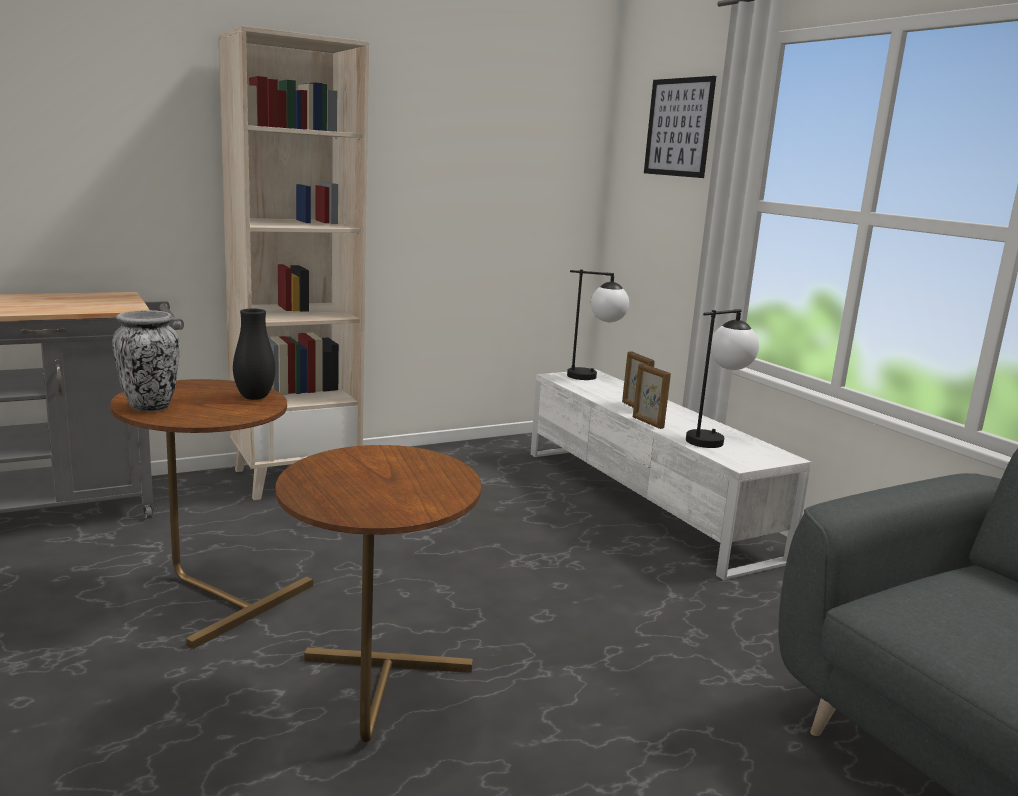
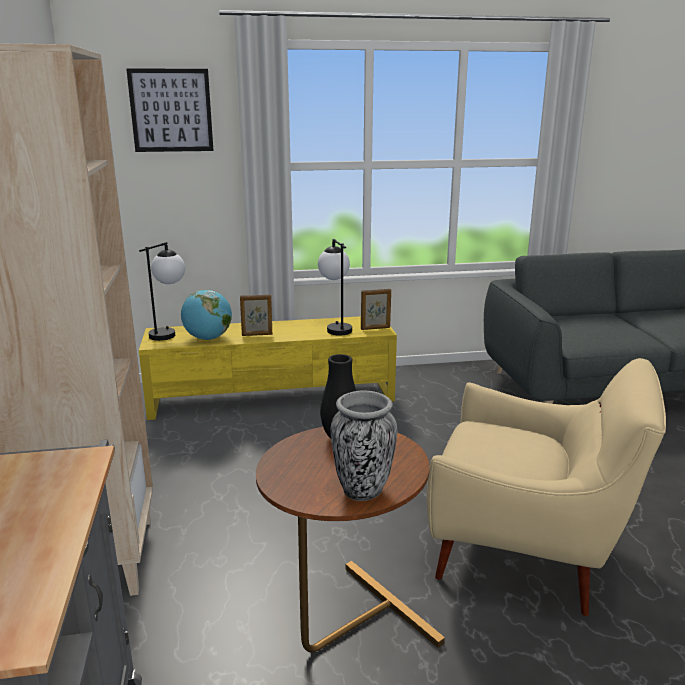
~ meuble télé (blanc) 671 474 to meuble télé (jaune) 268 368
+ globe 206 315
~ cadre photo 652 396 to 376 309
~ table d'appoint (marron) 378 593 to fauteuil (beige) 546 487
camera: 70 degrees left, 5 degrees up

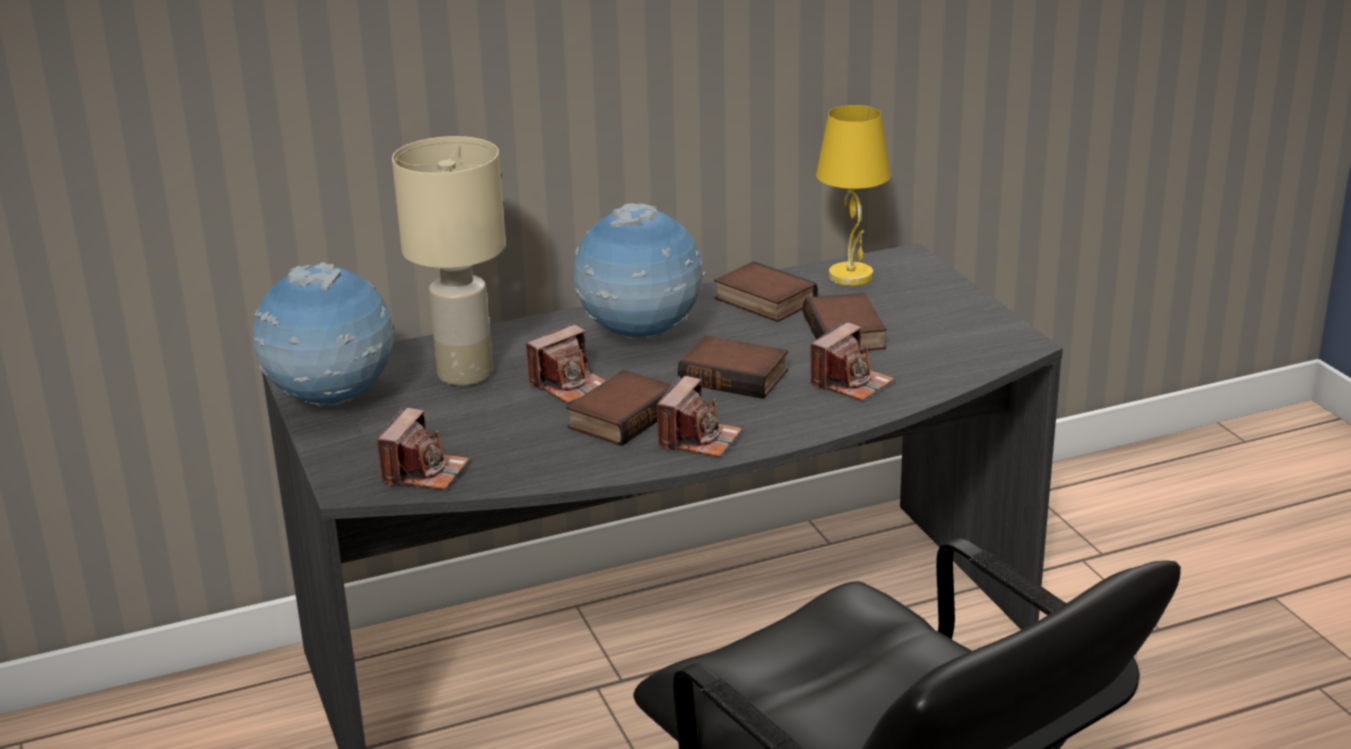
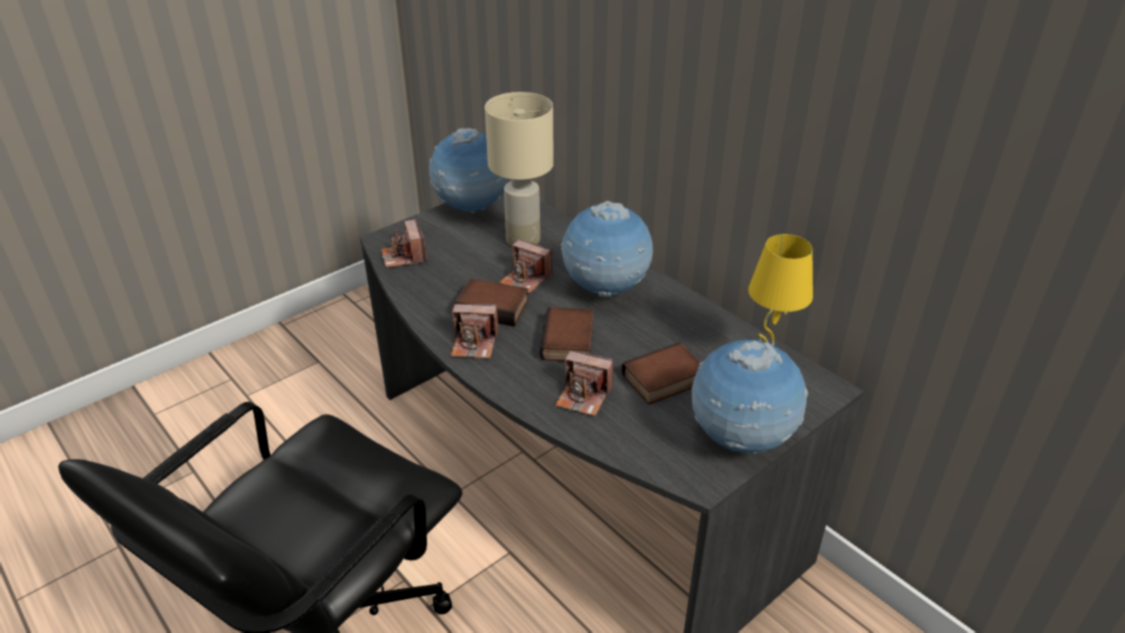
~ appareil photo 423 449 = 404 243 75 degrees clockwise
+ globe 750 397
- livre 766 291
camera: 70 degrees right, 10 degrees up

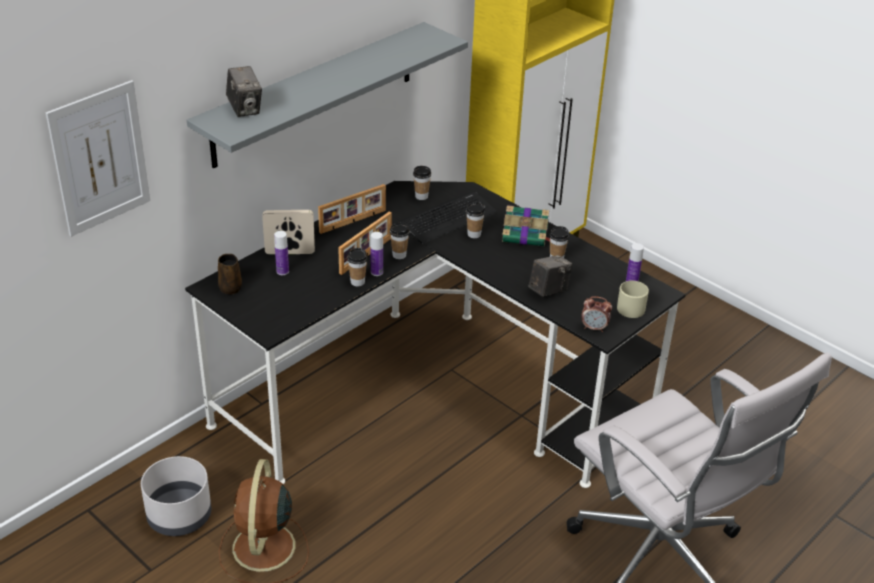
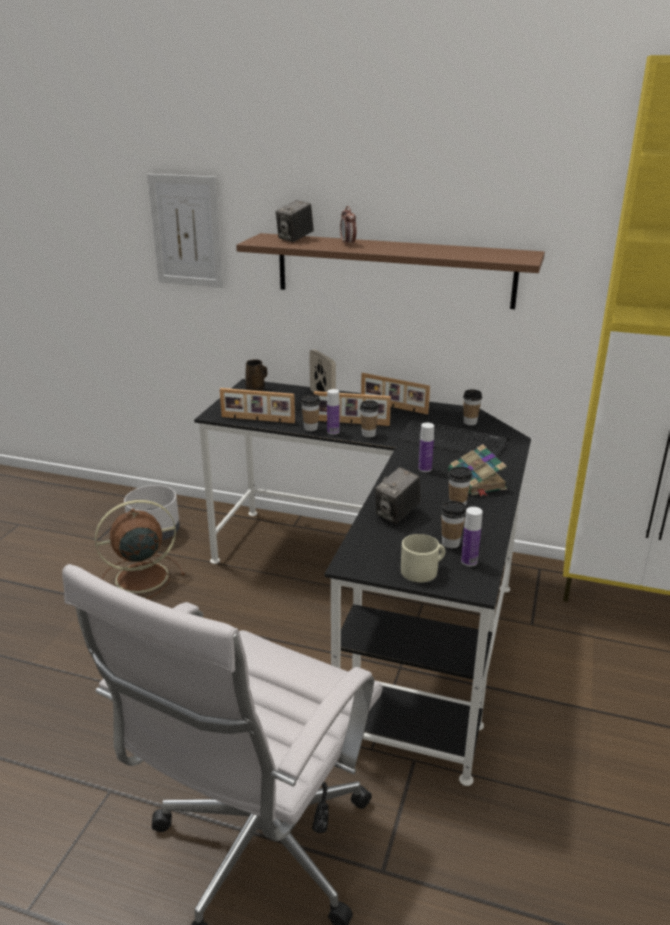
+ cadre photo 257 405
~ étagère (gris) 327 95 to étagère (marron) 390 271
~ réveil 596 314 to 348 226
~ appareil photo 550 276 = 397 495 105 degrees clockwise
~ bouteille 281 253 to 426 447
~ tasse 475 220 to 453 524
camera: 65 degrees right, 10 degrees down

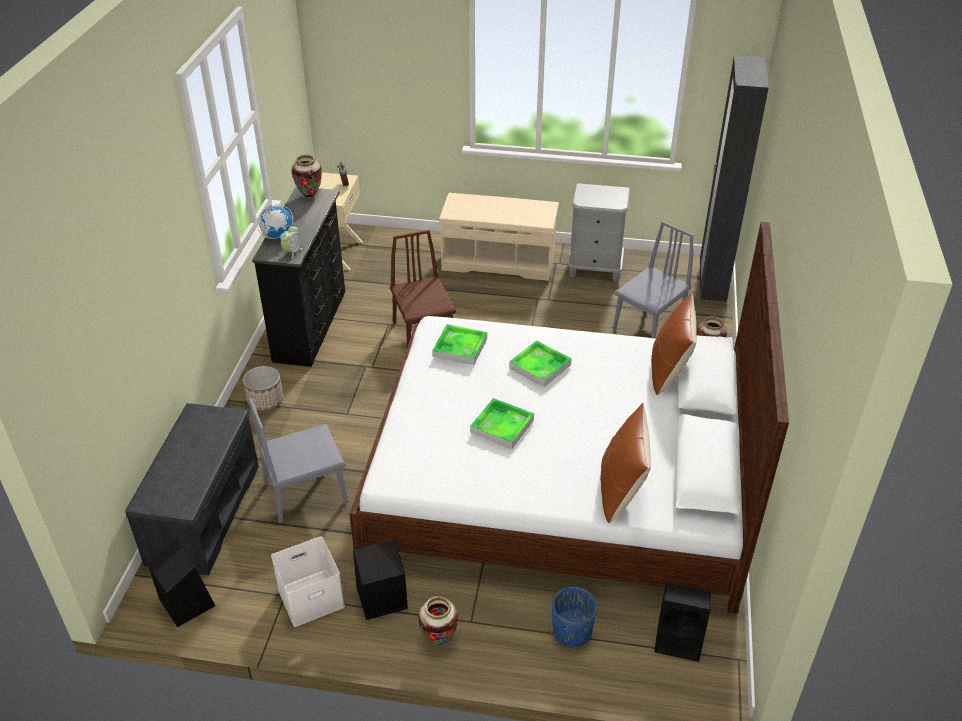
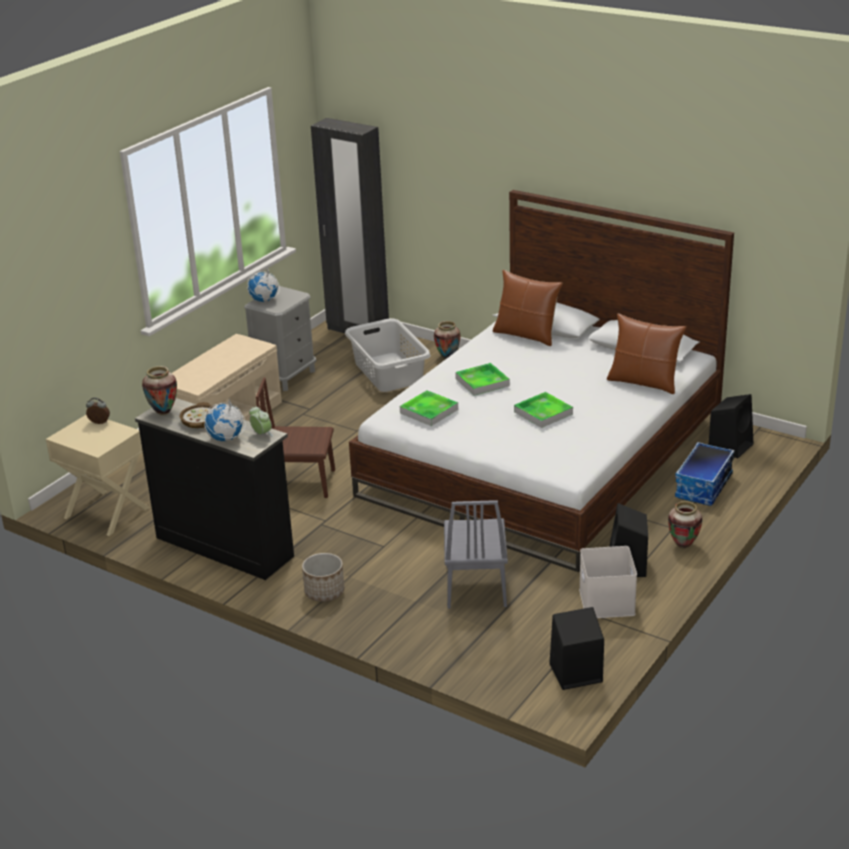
+ bol 197 415
+ globe 263 284
~ chaise (gris) 653 280 to panier à linge (gris) 388 355
~ cache-pot (bleu) 574 617 to boîte de rangement 705 474
- banc (gris) 192 489
camera: 65 degrees left, 10 degrees down

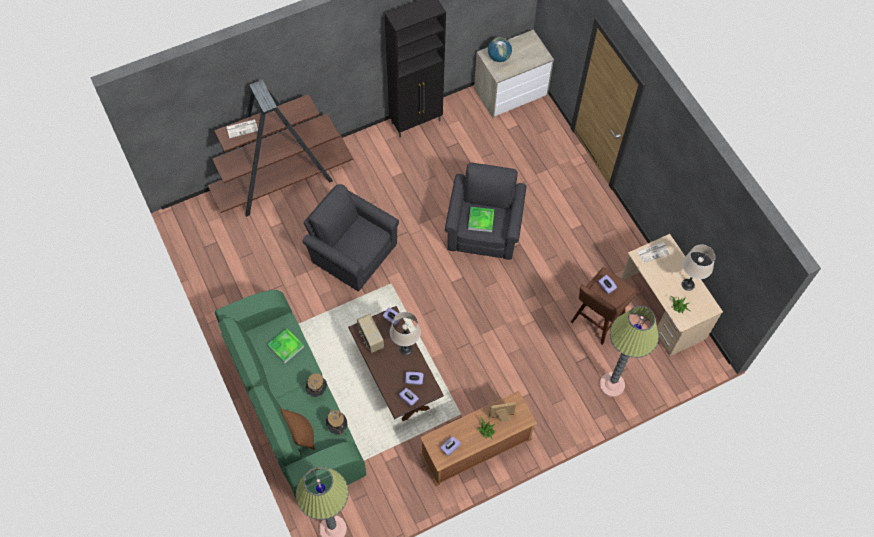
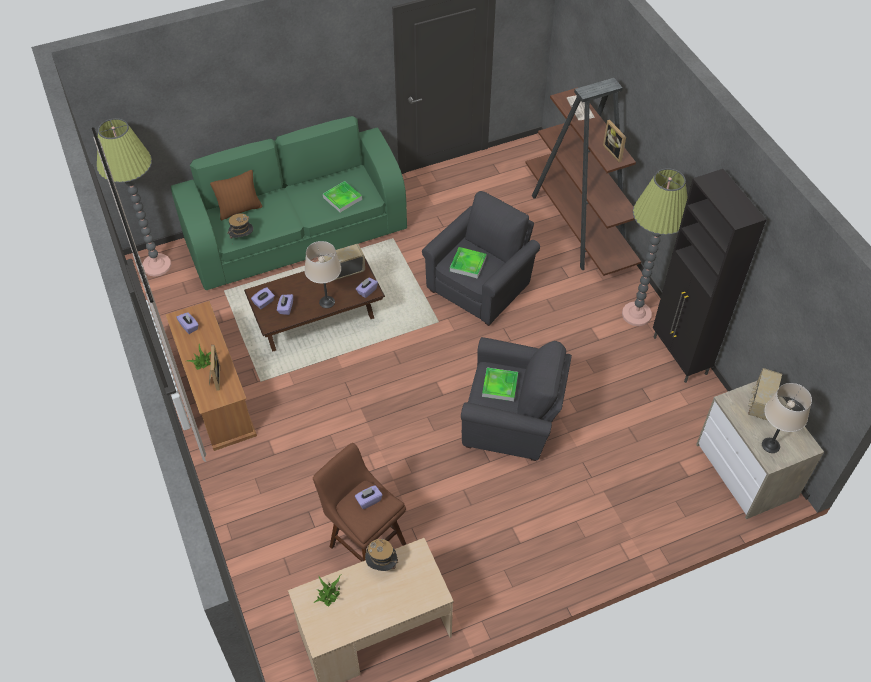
~ chapeau 316 385 to 381 554
+ plateau 468 263
+ cadre photo 614 141
~ lampadaire 629 351 to 655 247
~ globe 500 49 to radio 765 394
~ lampe de table (beige) 698 267 to 787 418
- journal 653 252
camera: 95 degrees right, 10 degrees down

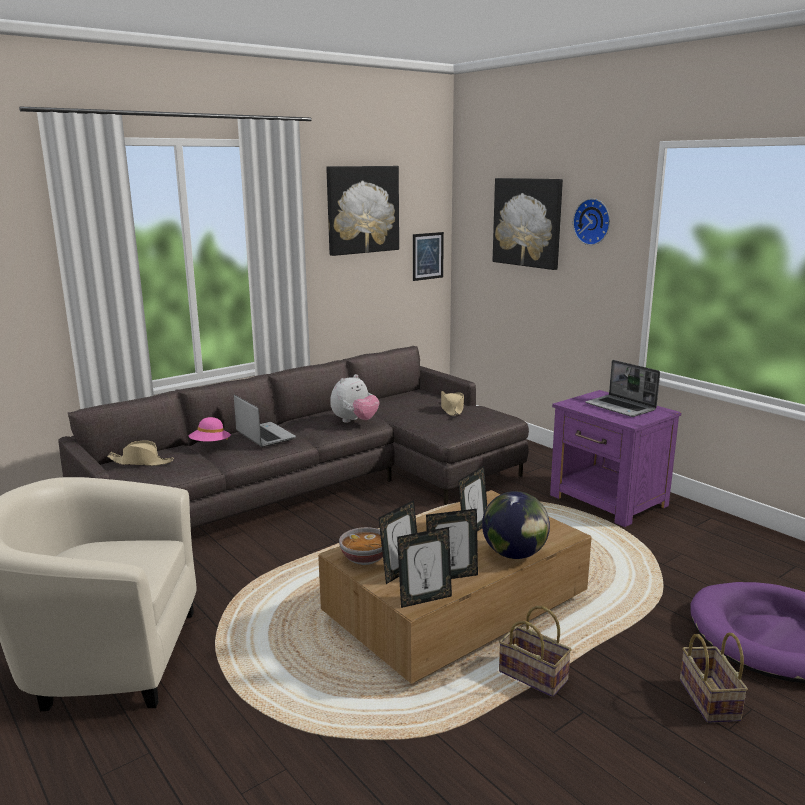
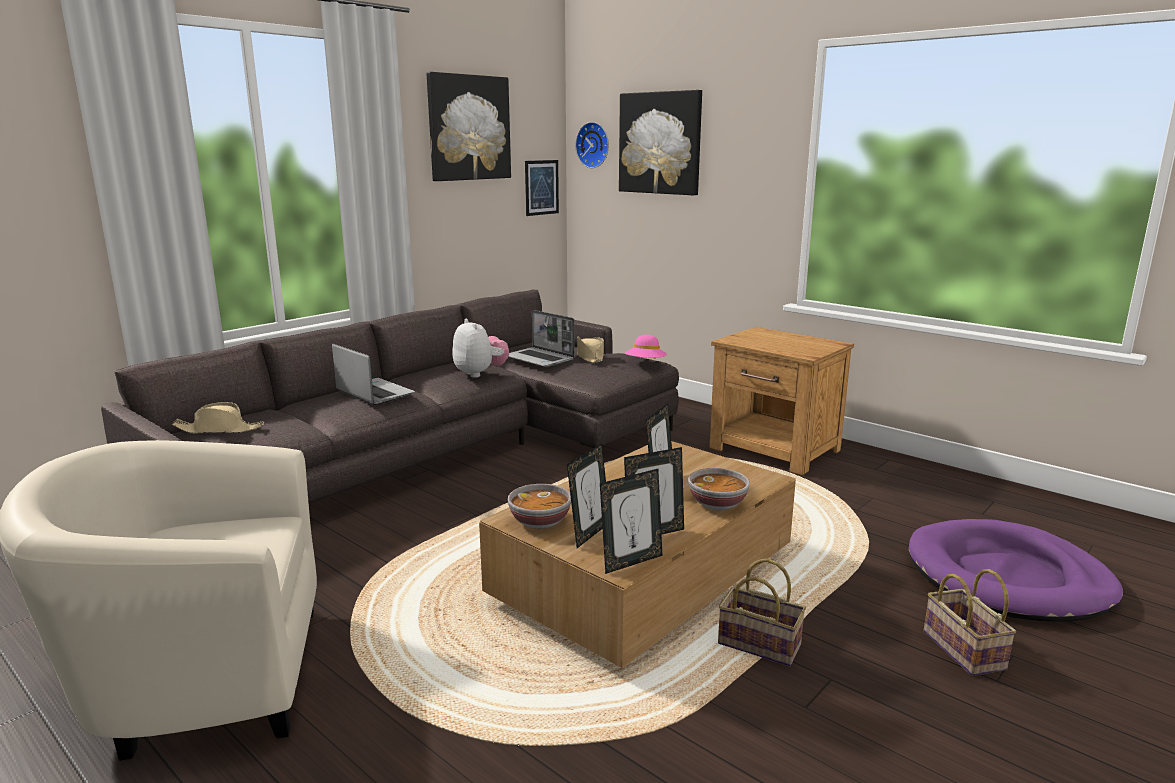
~ peluche 354 398 = 481 348 60 degrees counterclockwise
~ ordinateur portable 622 388 to 541 338
~ horloge murale 591 221 to 592 145
~ chapeau (rose) 210 429 to 646 347
~ globe 516 525 to bol 719 489
~ table de chevet (violet) 615 458 to table de chevet (marron) 781 401
camera: 10 degrees left, 0 degrees up

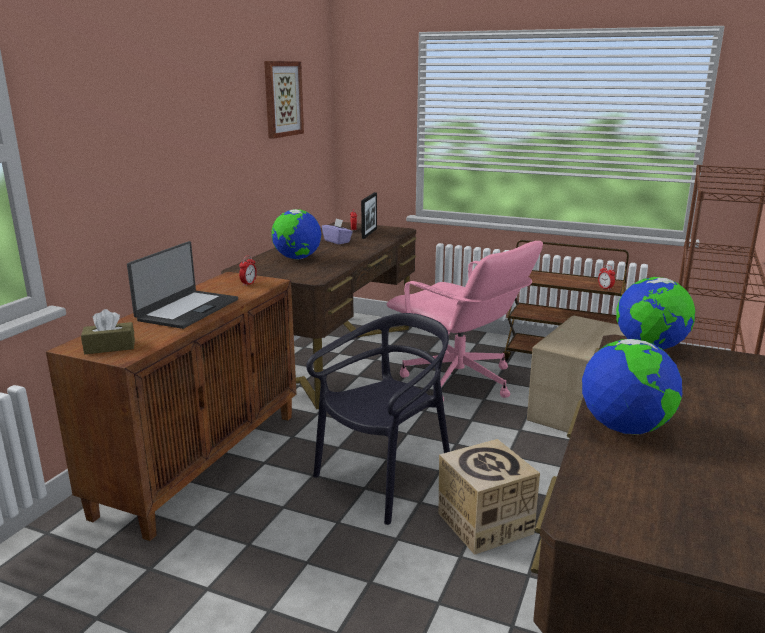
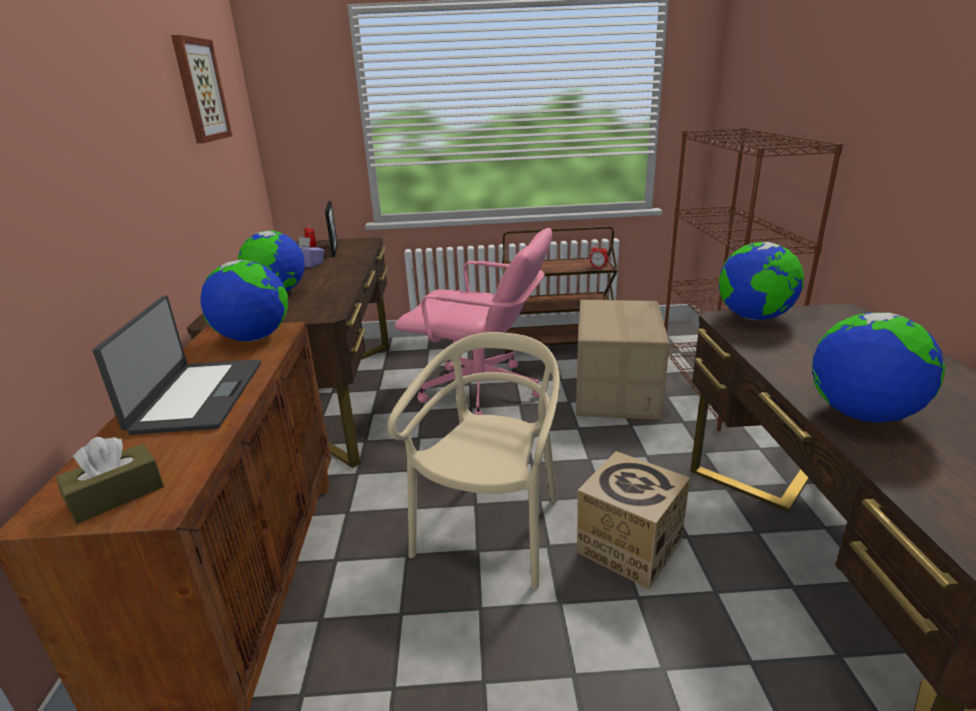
~ réveil 248 270 to globe 244 301
~ chaise (noir) 378 419 to chaise (beige) 474 460
camera: 25 degrees left, 5 degrees up

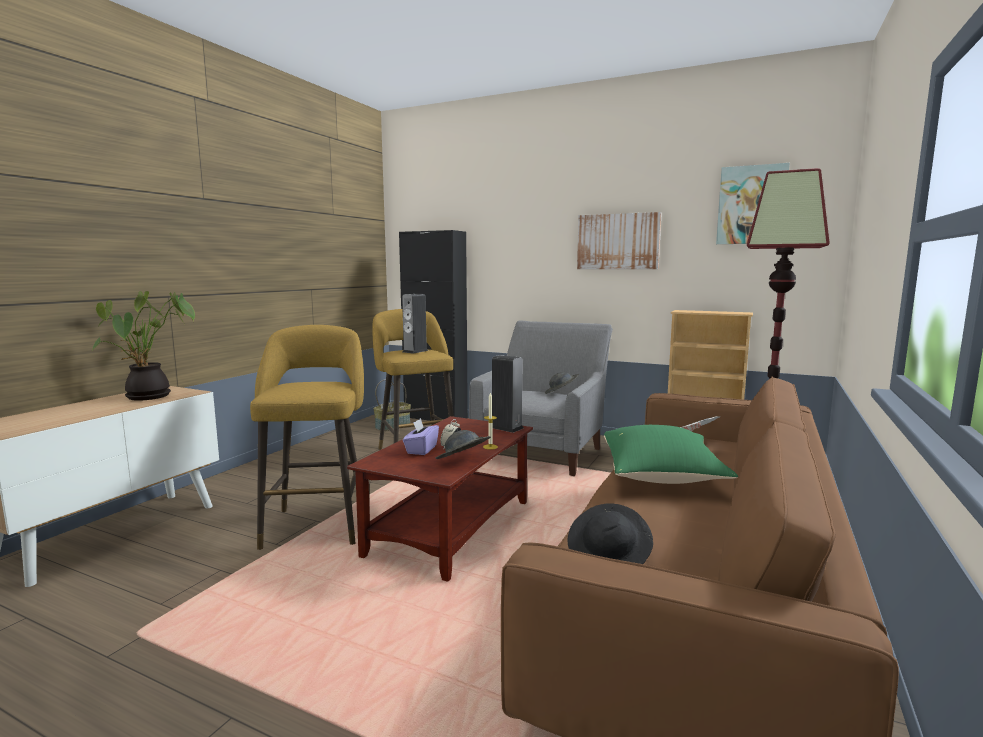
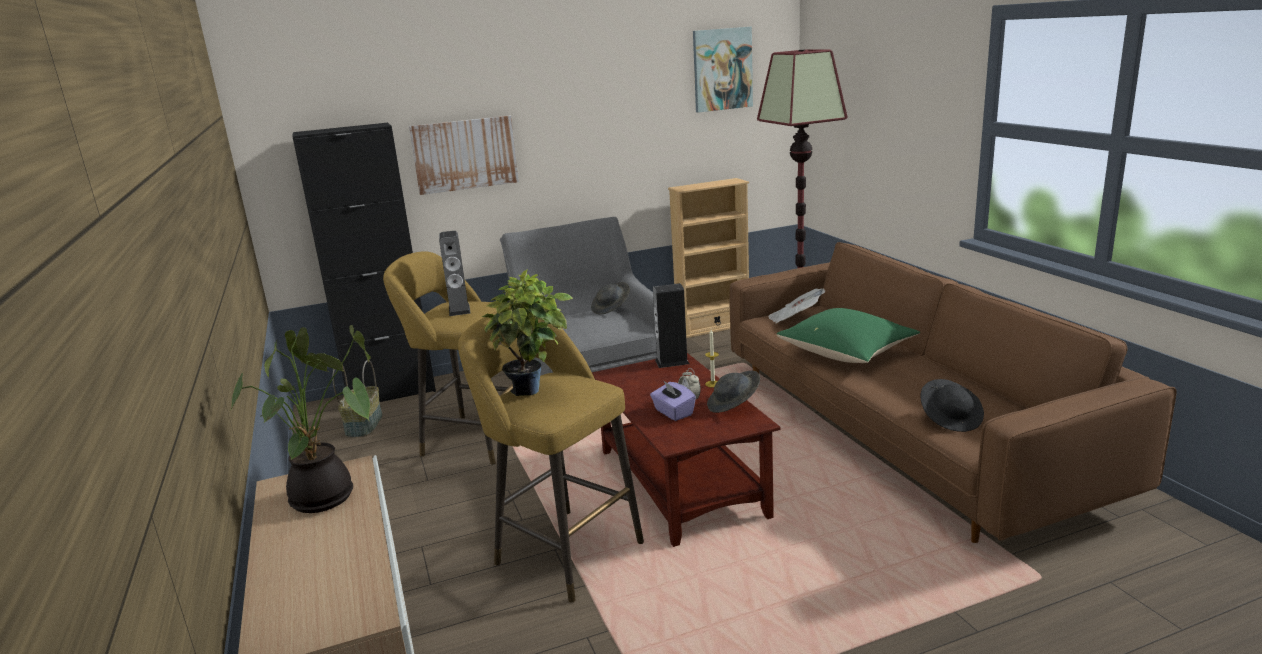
~ tableau 619 240 to 464 155
+ plante en pot 527 332
camera: 45 degrees left, 10 degrees up

